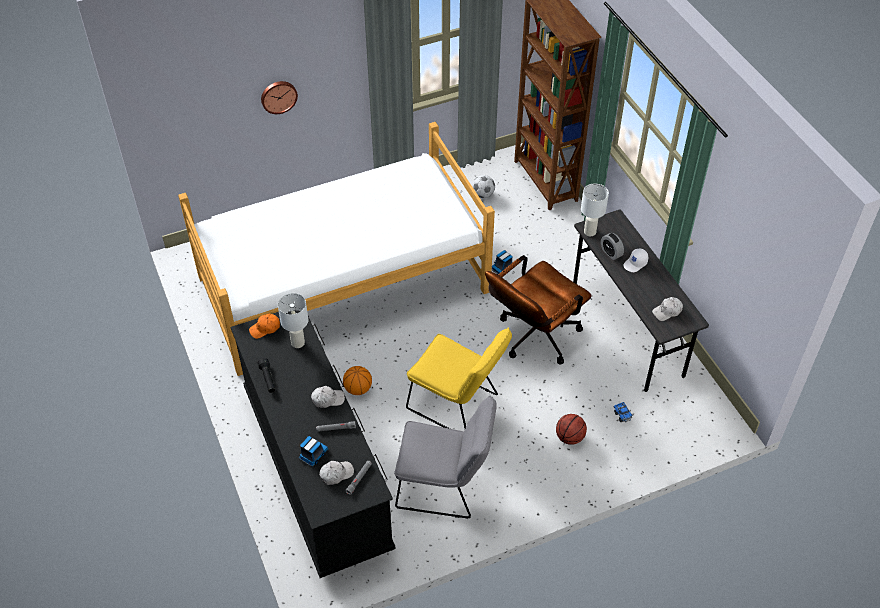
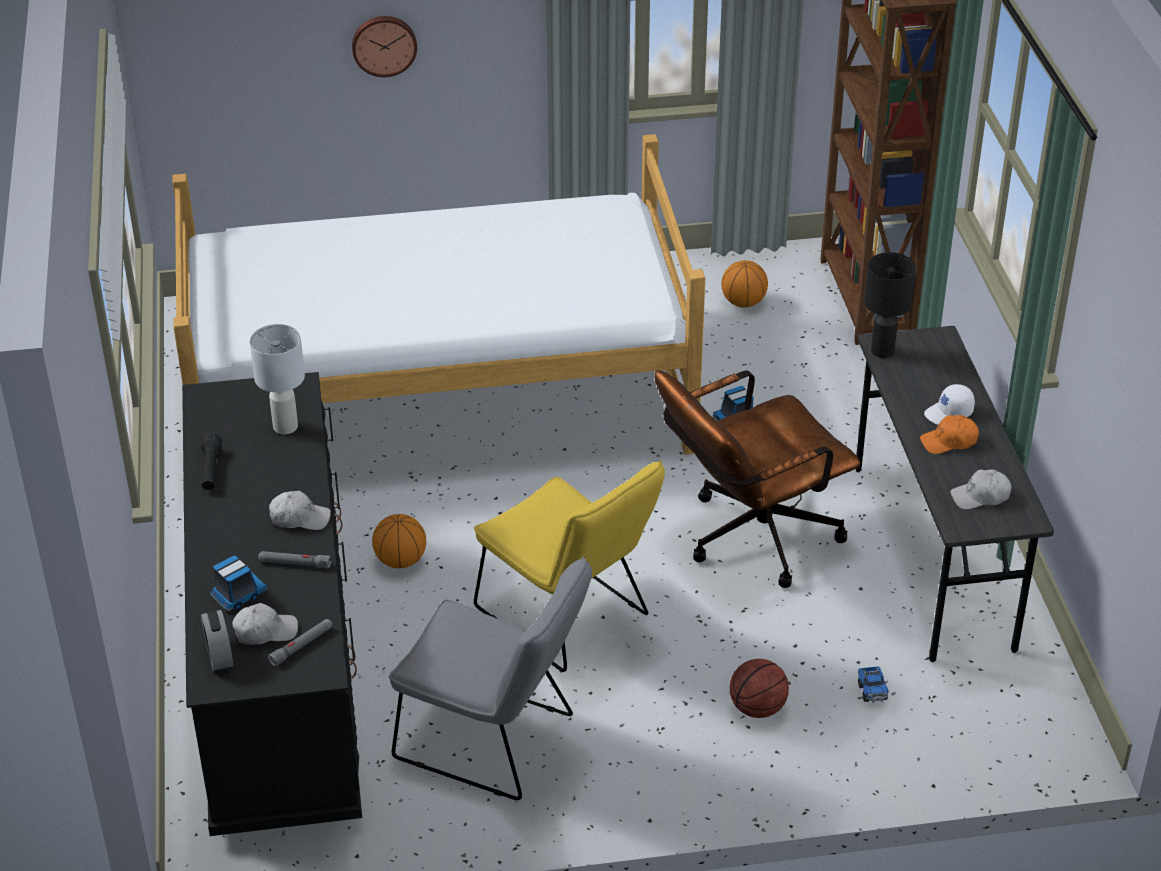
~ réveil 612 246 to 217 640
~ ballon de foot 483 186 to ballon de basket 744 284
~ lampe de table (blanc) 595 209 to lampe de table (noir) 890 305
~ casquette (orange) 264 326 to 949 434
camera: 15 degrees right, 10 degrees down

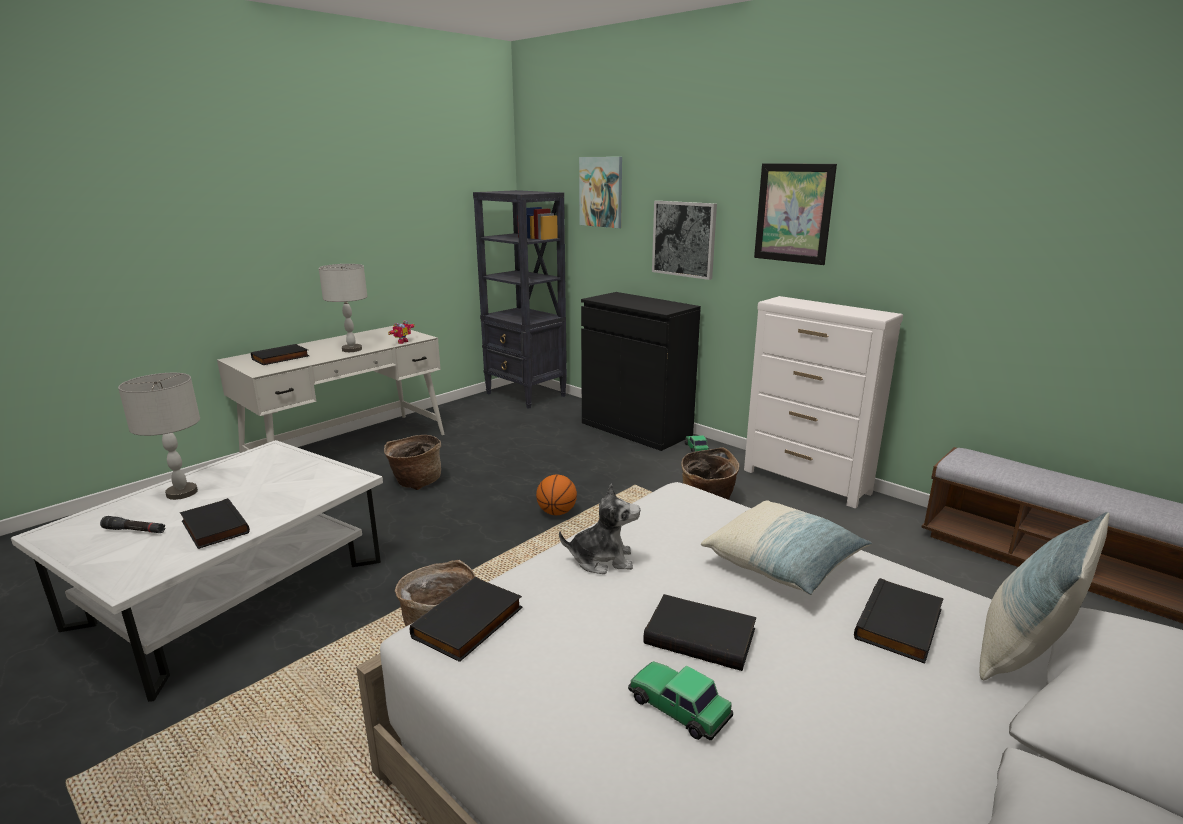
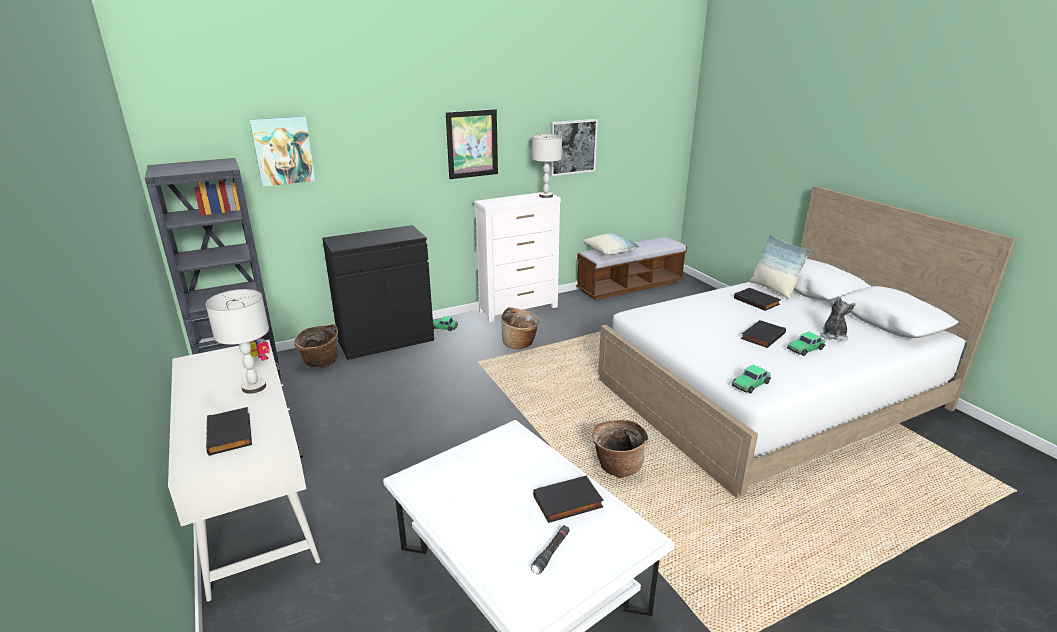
~ panier 412 462 to 316 345
~ lampe de table (gris) 159 436 to 547 166
~ tableau 684 240 to 574 147
~ coussin 786 548 to 612 244
~ livre (noir) 466 619 to petite voiture 751 378
~ peluche 599 528 to 838 318
- ballon de basket 556 495
camera: 70 degrees left, 5 degrees up

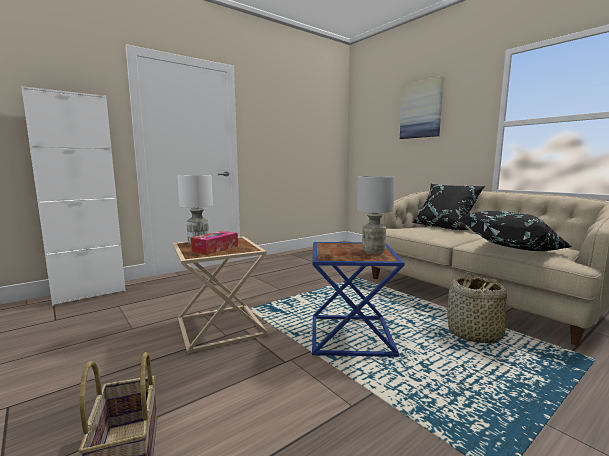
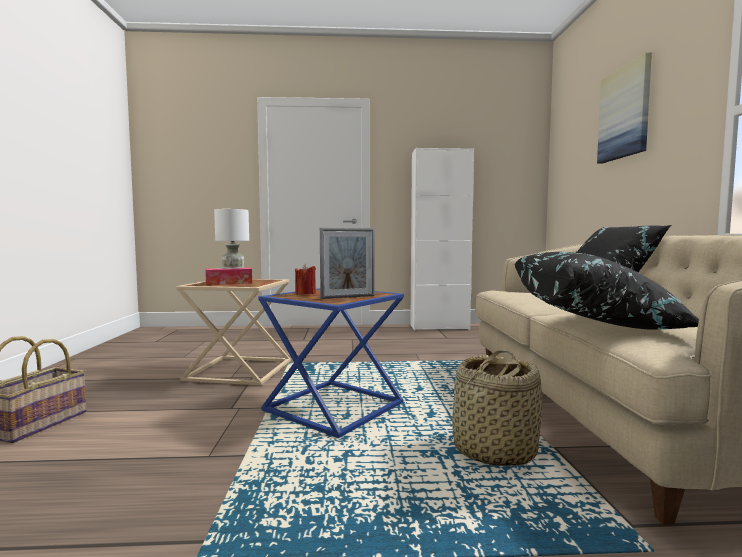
+ bougie (rouge) 305 279
~ lampe de table (gris) 376 215 to cadre photo 347 263
~ meuble de rangement (blanc) 73 196 to 442 239
camera: 35 degrees right, 5 degrees down

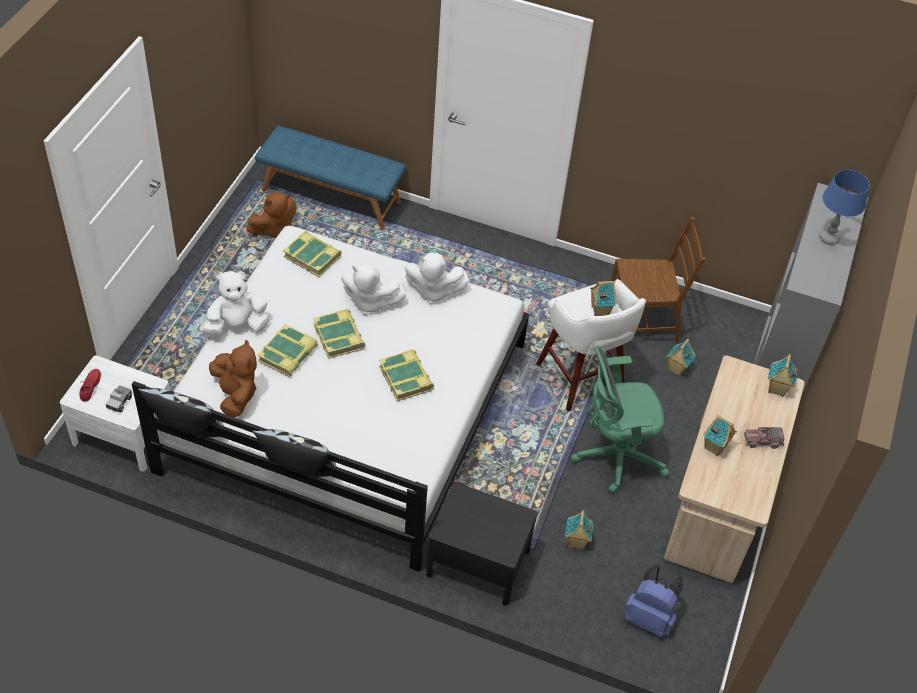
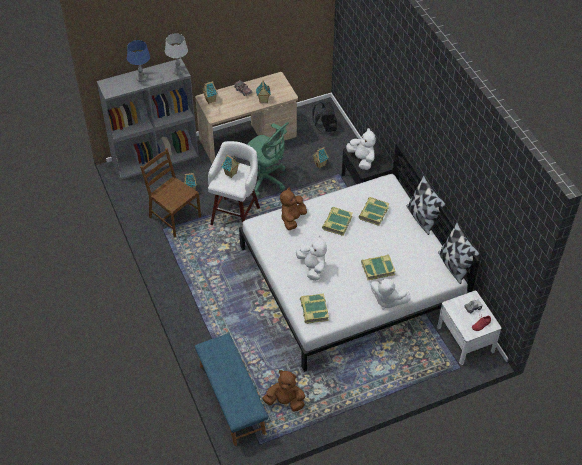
+ lampe de table (gris) 176 54
~ peluche (marron) 233 378 to 293 208
~ sac à dos (bleu) 653 601 to sac à dos (noir) 324 117
~ peluche (blanc) 437 278 to 361 149
~ livre 339 334 to 374 211
camera: 130 degrees left, 0 degrees up

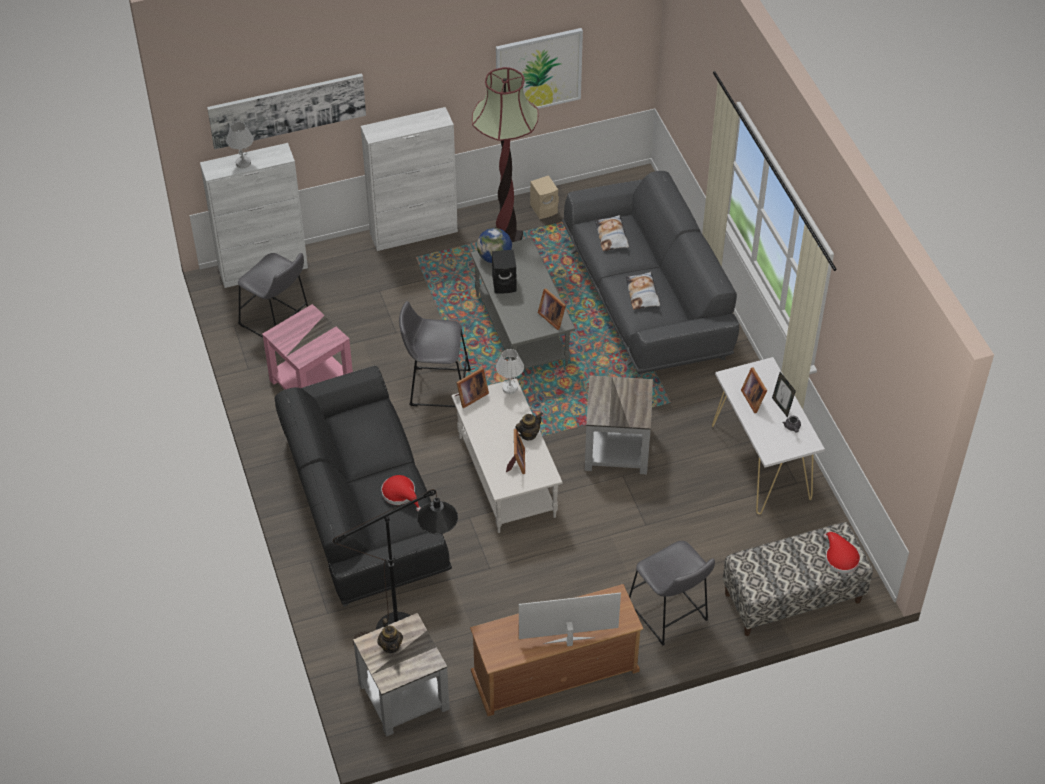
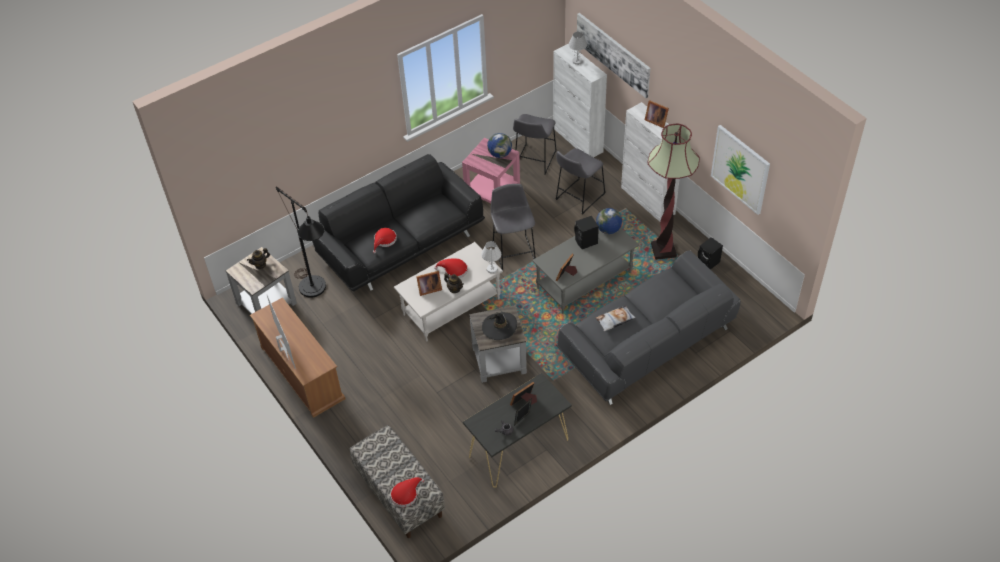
+ chapeau (rouge) 451 268
~ table console (blanc) 768 435 to table console (noir) 517 430
+ chapeau (noir) 499 324
+ globe 499 145
~ tabouret (gris) 672 593 to 580 181
~ cadre photo 472 388 to 657 114
~ enceinte (beige) 544 197 to enceinte (noir) 710 253
- coussin 612 233
camera: 75 degrees right, 0 degrees up

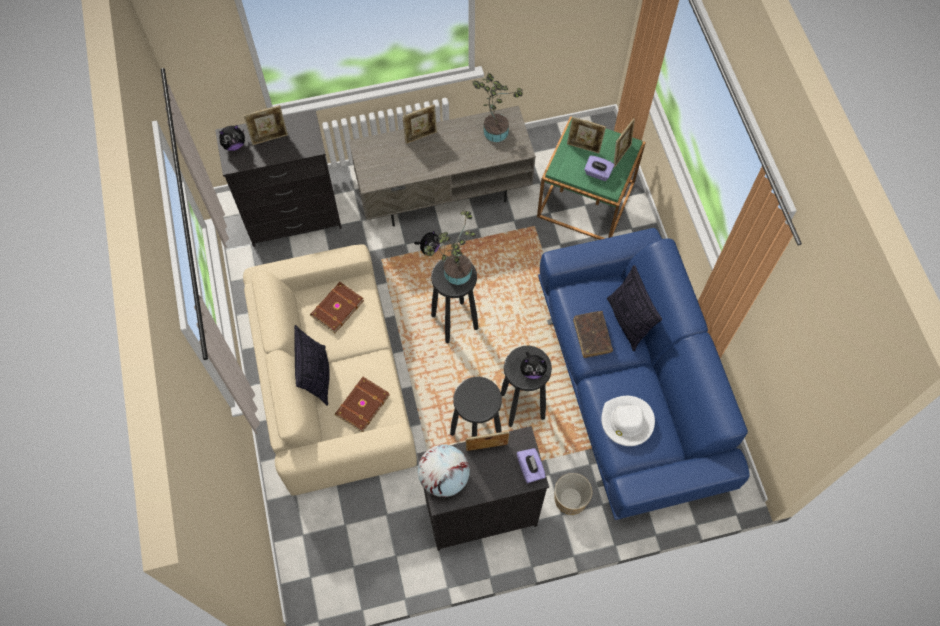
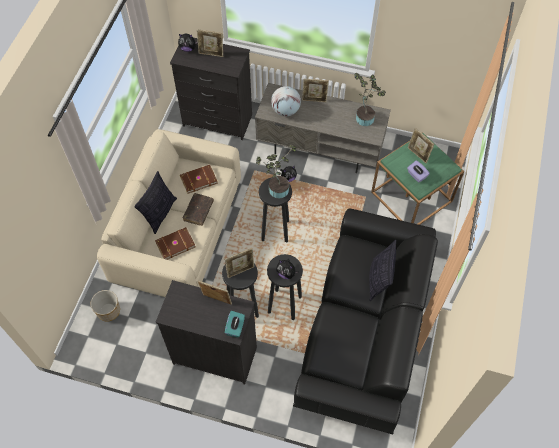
~ cache-pot 573 494 to 105 306
~ livre (marron) 593 334 to 198 209
~ cadre photo 624 143 to 239 263
~ boîte à mouchoirs (violet) 531 465 to boîte à mouchoirs (turquoise) 235 324
~ globe 444 470 to 286 101
~ canapé (bleu) 644 374 to canapé (noir) 365 321
- chapeau (blanc) 628 421
camera: 30 degrees right, 5 degrees down

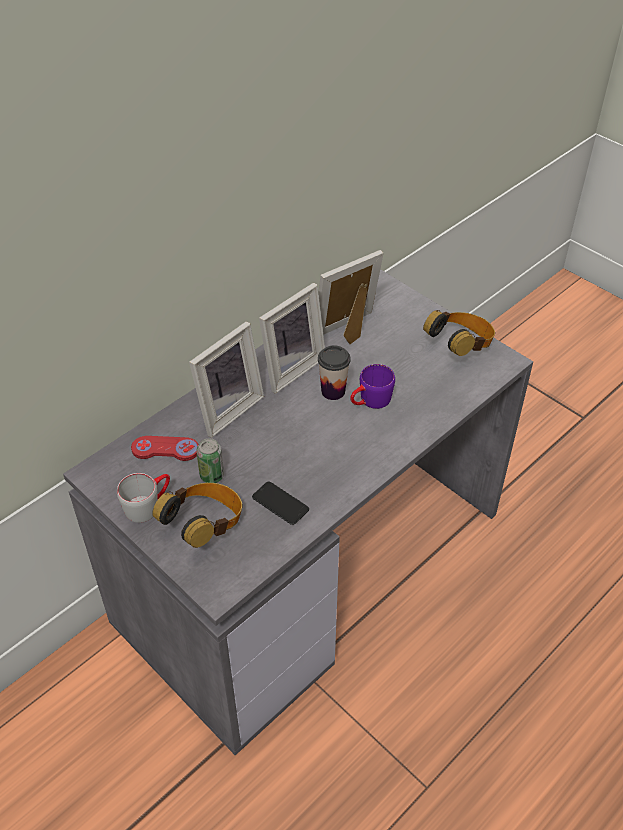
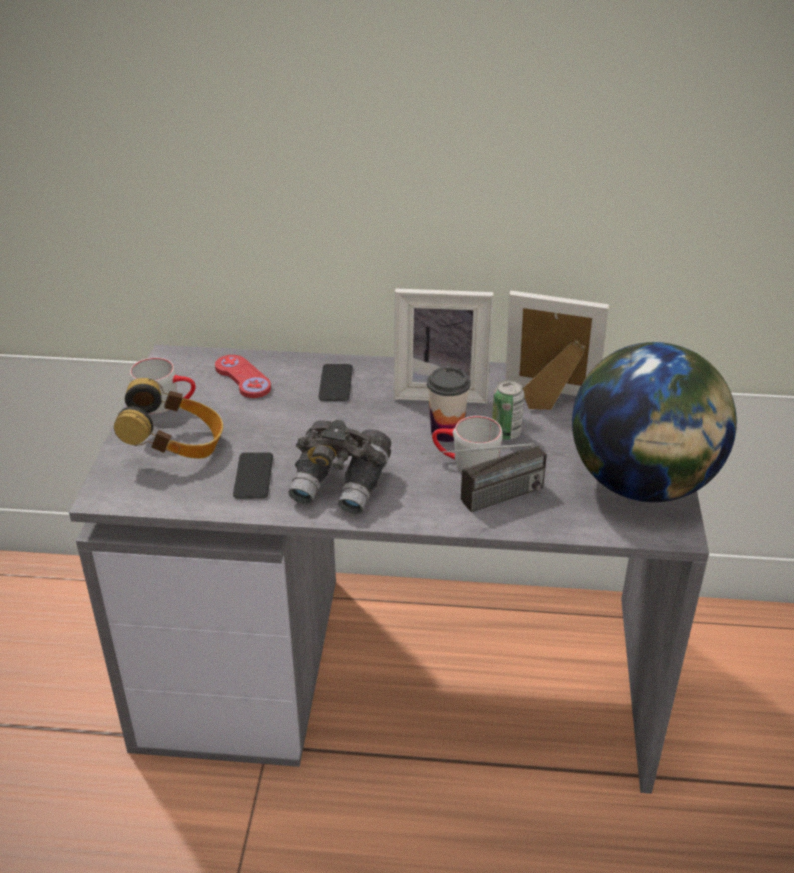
+ jumelles (gris) 339 467
~ cadre photo 226 379 to téléphone 335 382
+ radio 484 477
~ mug (violet) 372 386 to mug (gris) 467 444
~ boîte métallique 210 460 to 508 410
~ casque audio 459 333 to globe 654 422
camera: 50 degrees right, 10 degrees down

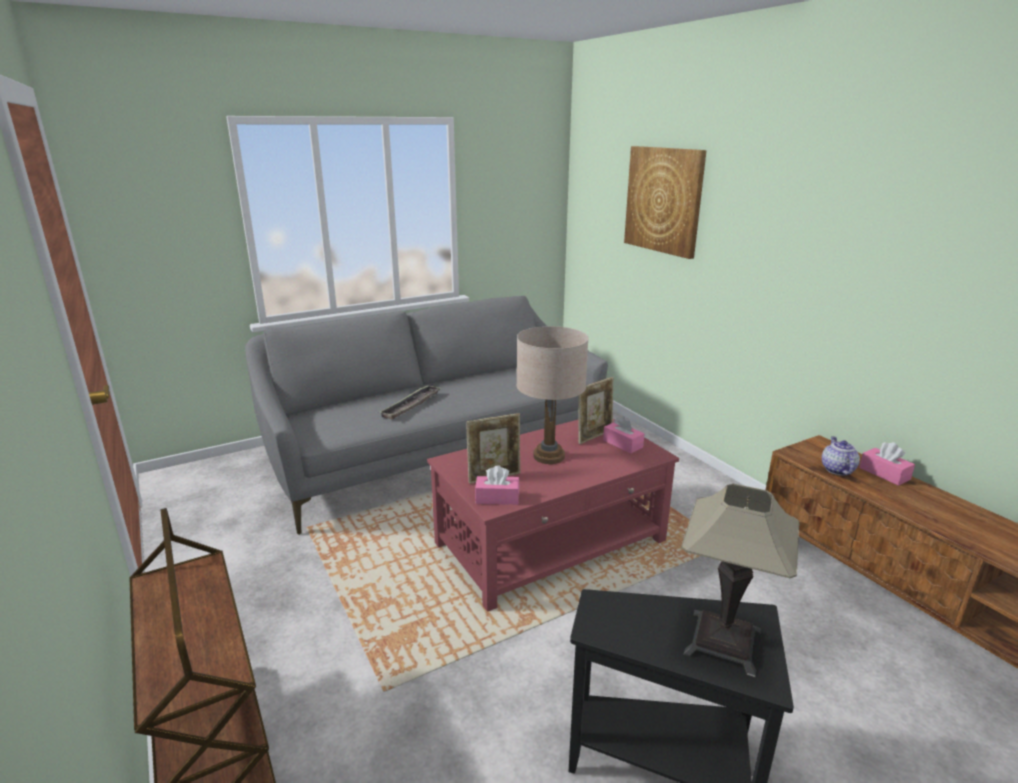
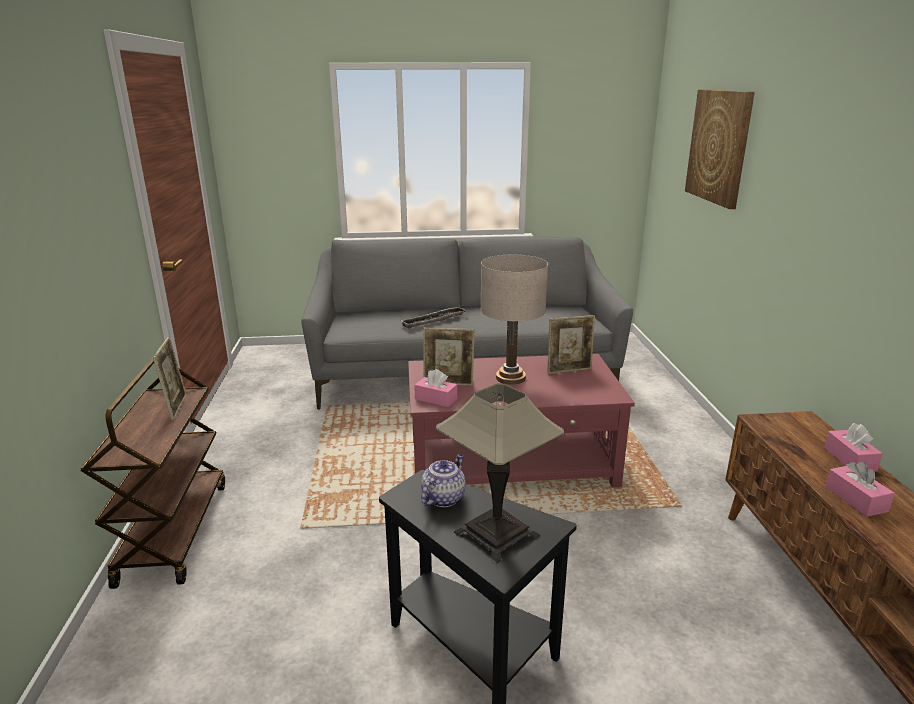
+ cadre photo 169 378
~ théière 841 455 to 443 480
~ boîte à mouchoirs (rose) 623 434 to 860 489
camera: 25 degrees right, 0 degrees up

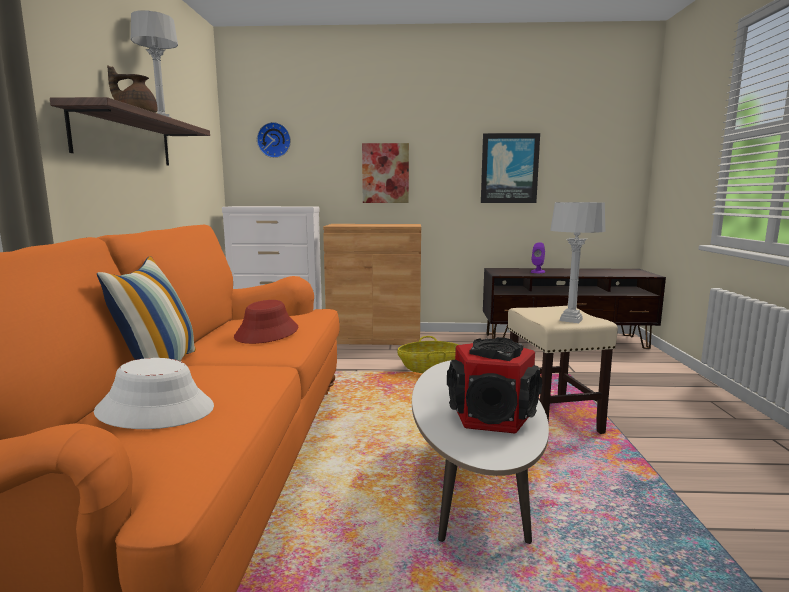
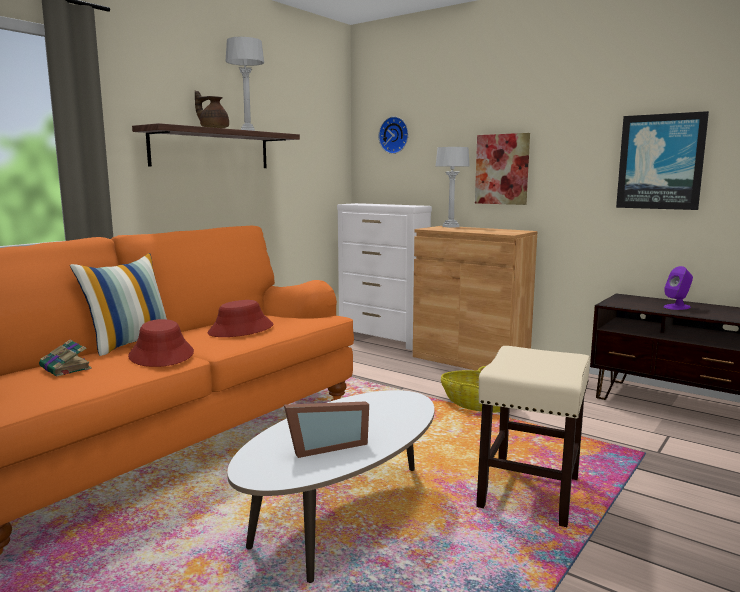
~ chapeau (blanc) 154 393 to livre 65 358
+ chapeau (rouge) 161 343
~ enceinte 494 385 to cadre photo 326 429
~ lampe de table (gris) 577 262 to 453 187
camera: 35 degrees right, 0 degrees up

